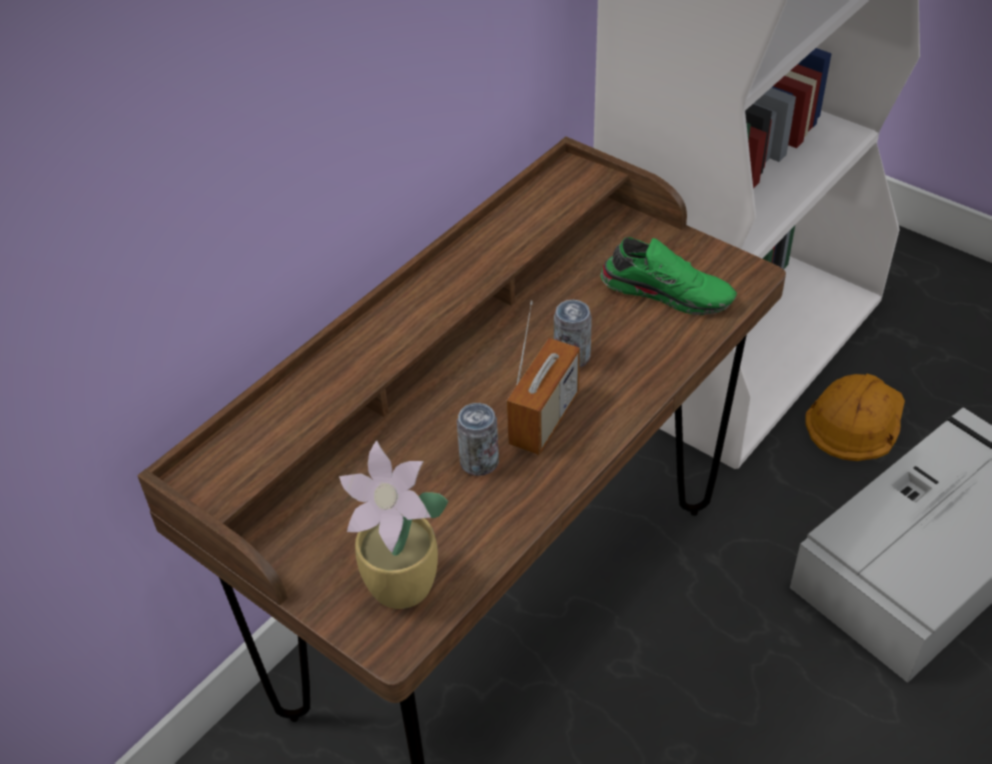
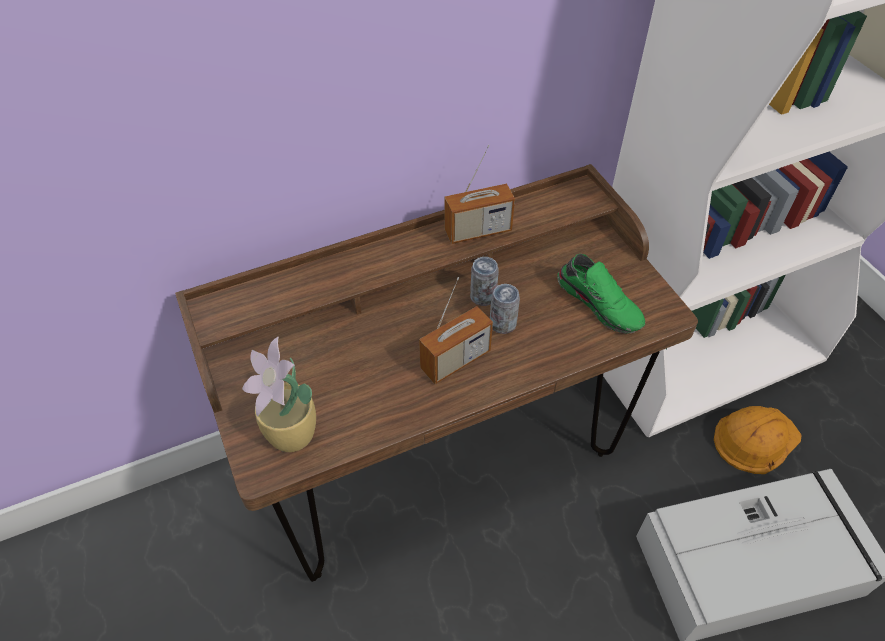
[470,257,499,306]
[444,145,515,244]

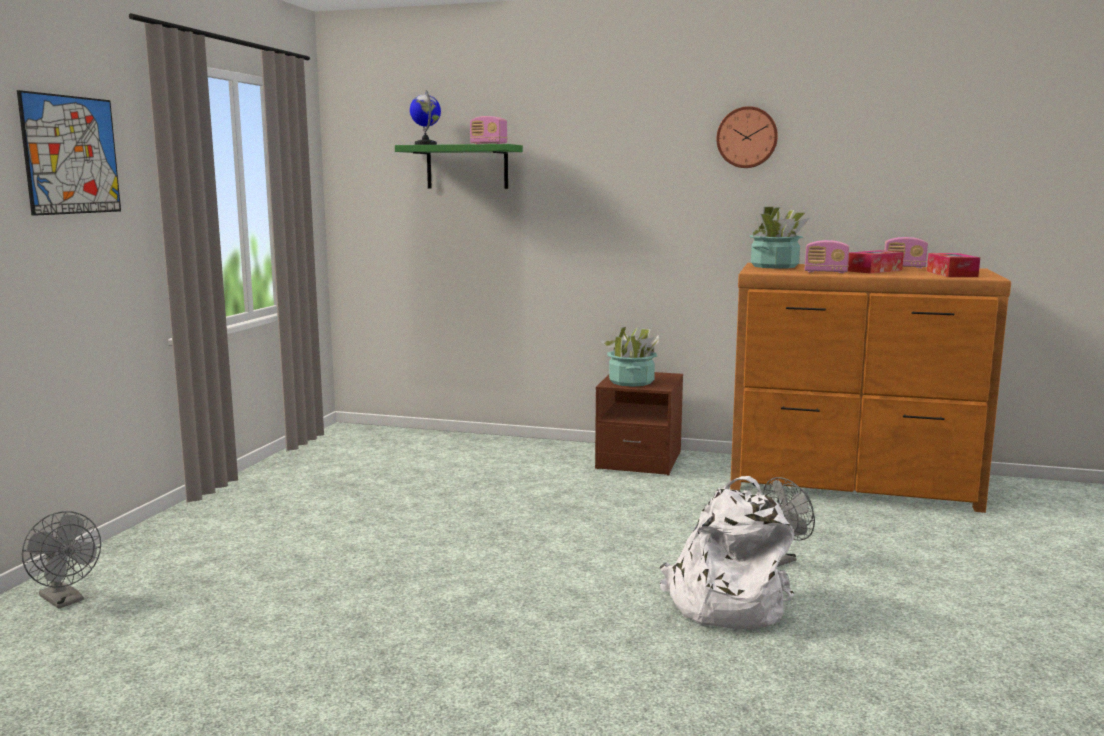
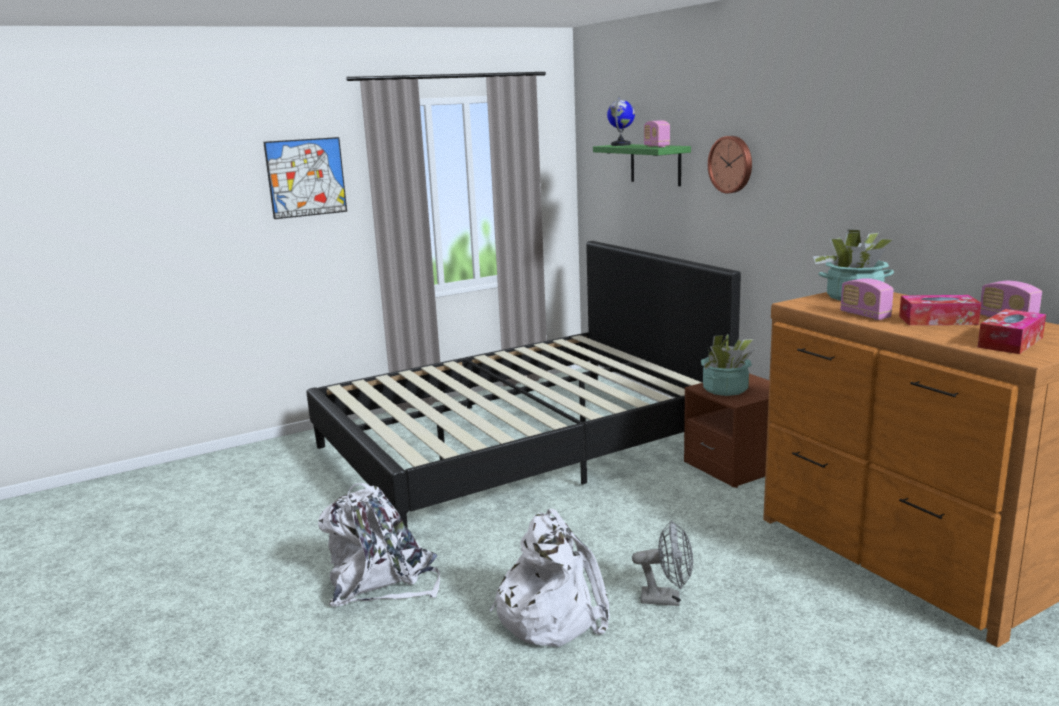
[708,136,752,194]
[22,511,101,609] (first image)
[306,241,741,528]
[318,483,440,607]

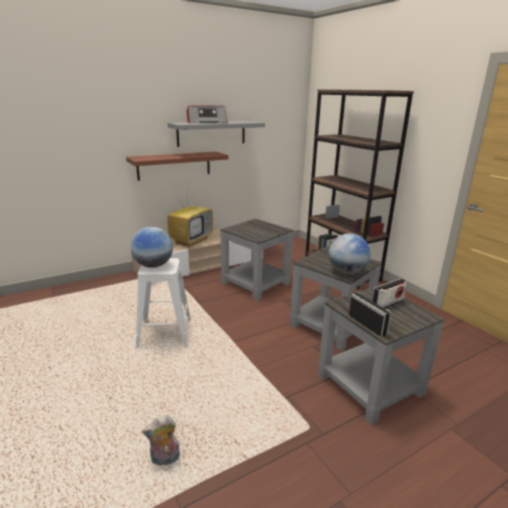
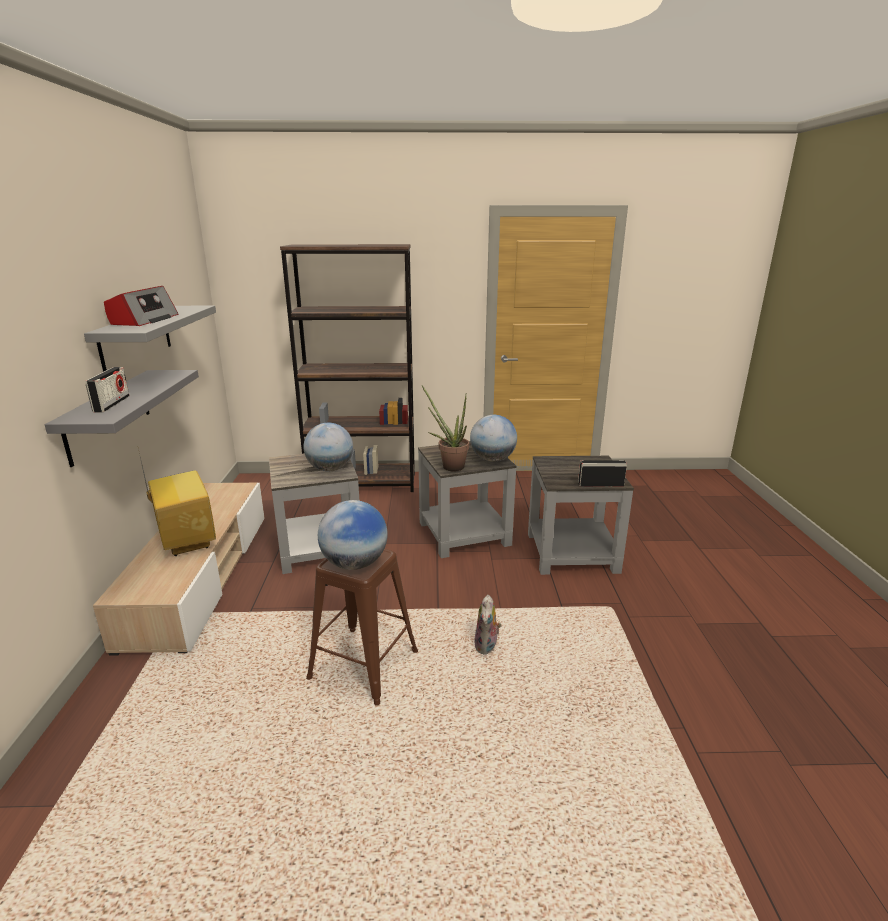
[45,370,199,467]
[306,549,418,706]
[85,367,129,413]
[474,595,502,654]
[422,386,469,472]
[304,423,353,471]

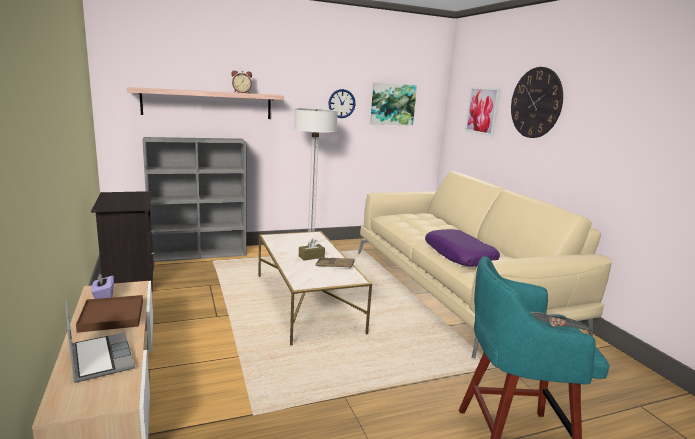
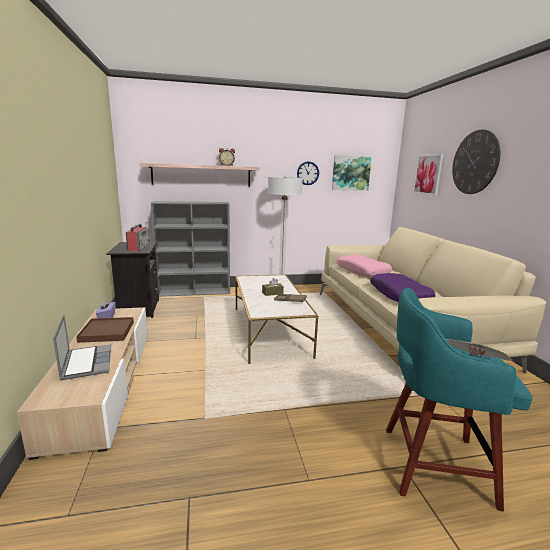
[126,223,150,251]
[336,255,392,277]

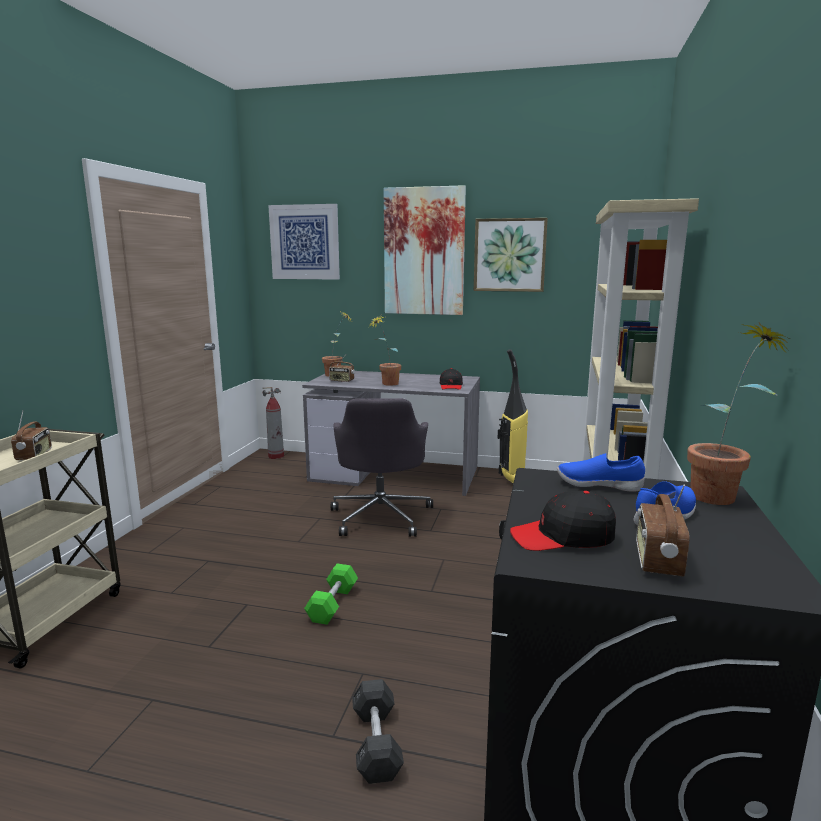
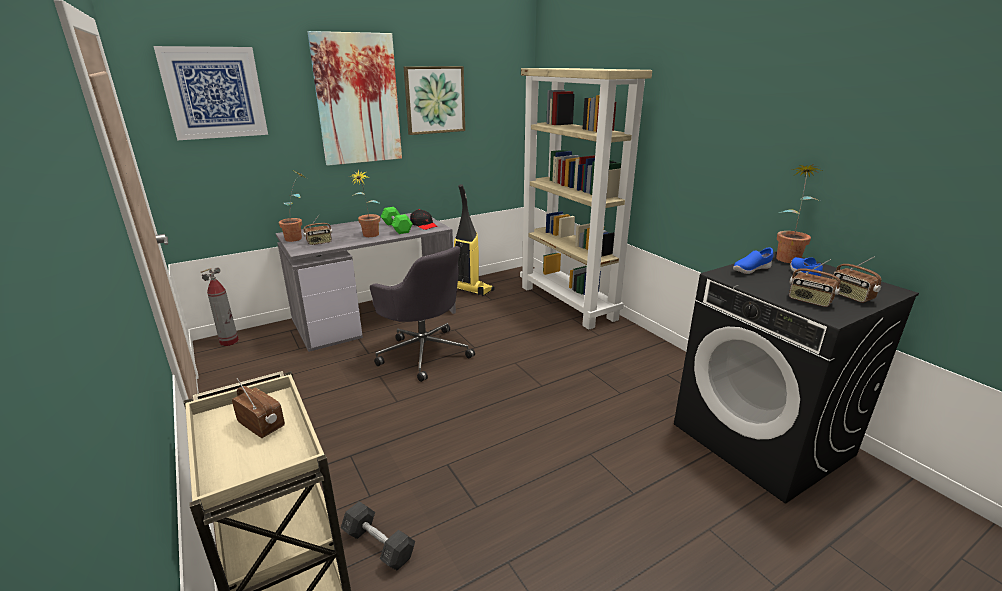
[789,259,841,307]
[381,207,413,234]
[341,501,415,570]

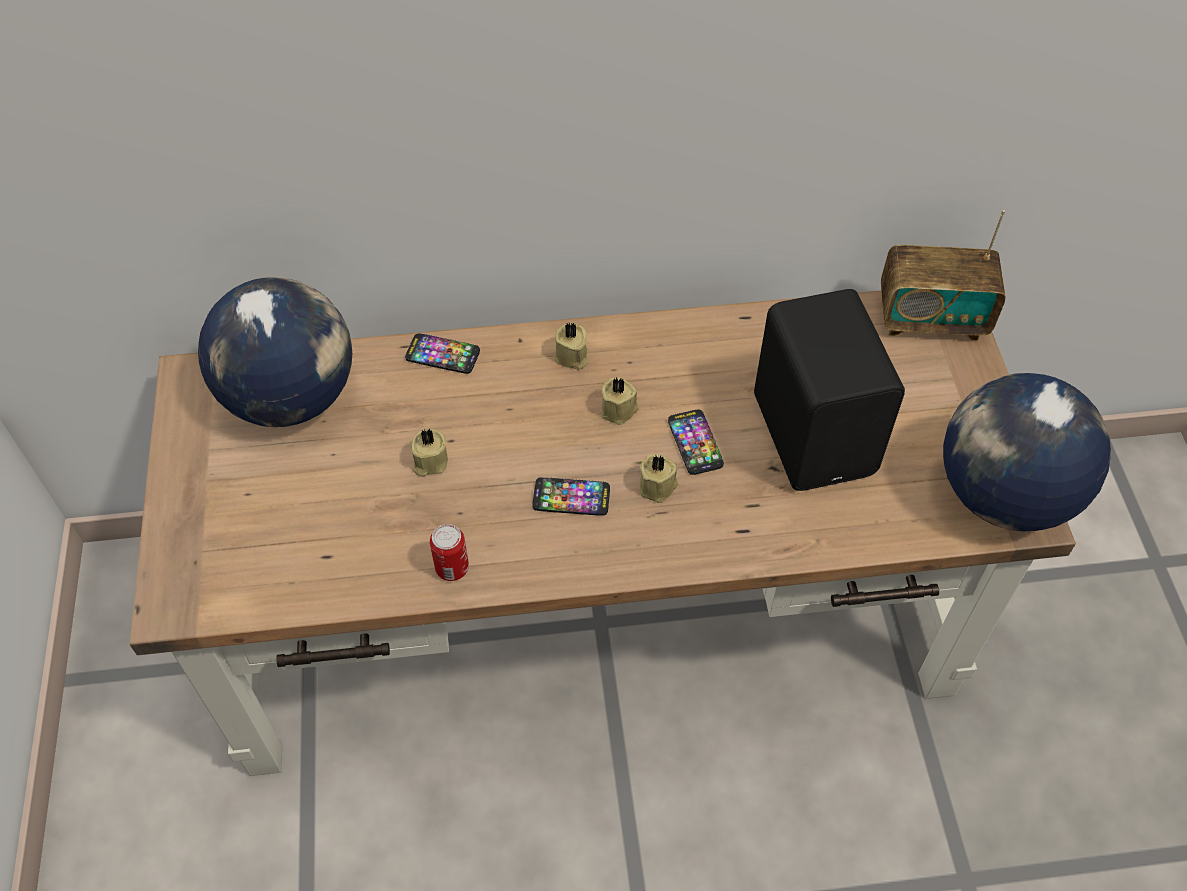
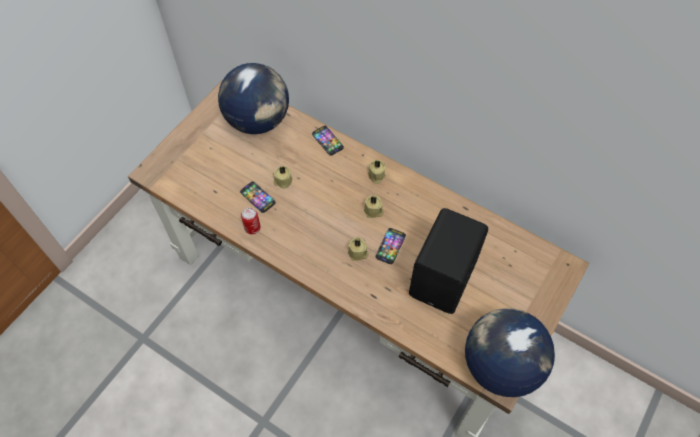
[881,210,1005,340] (first image)
[240,181,276,213]

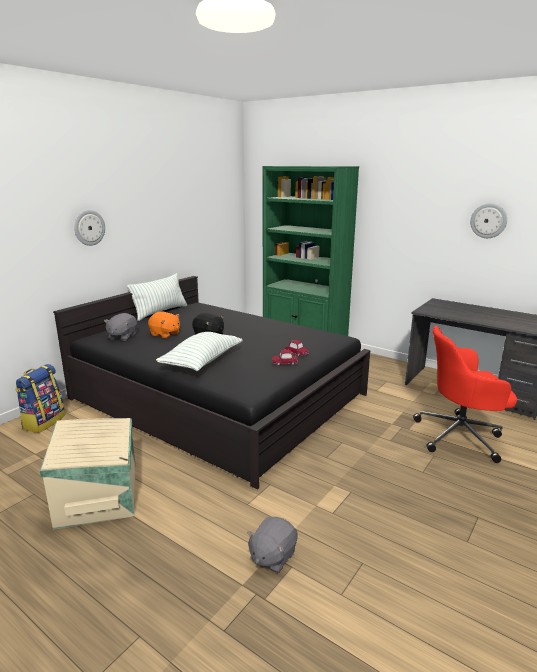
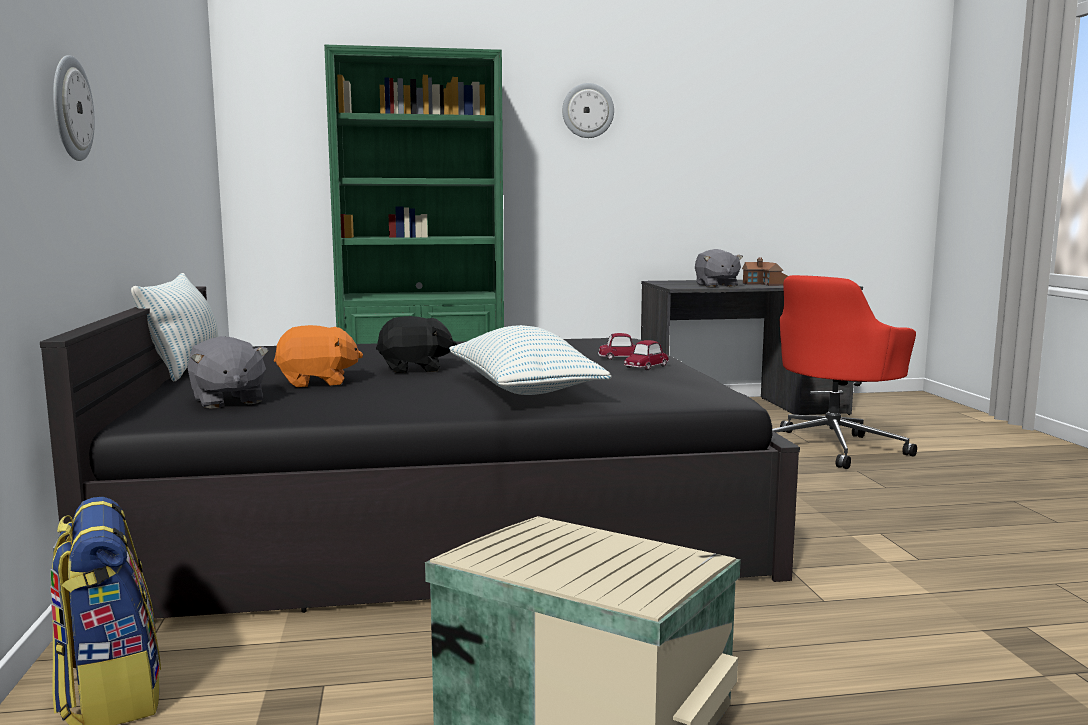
[562,83,614,138]
[695,249,743,287]
[742,257,788,286]

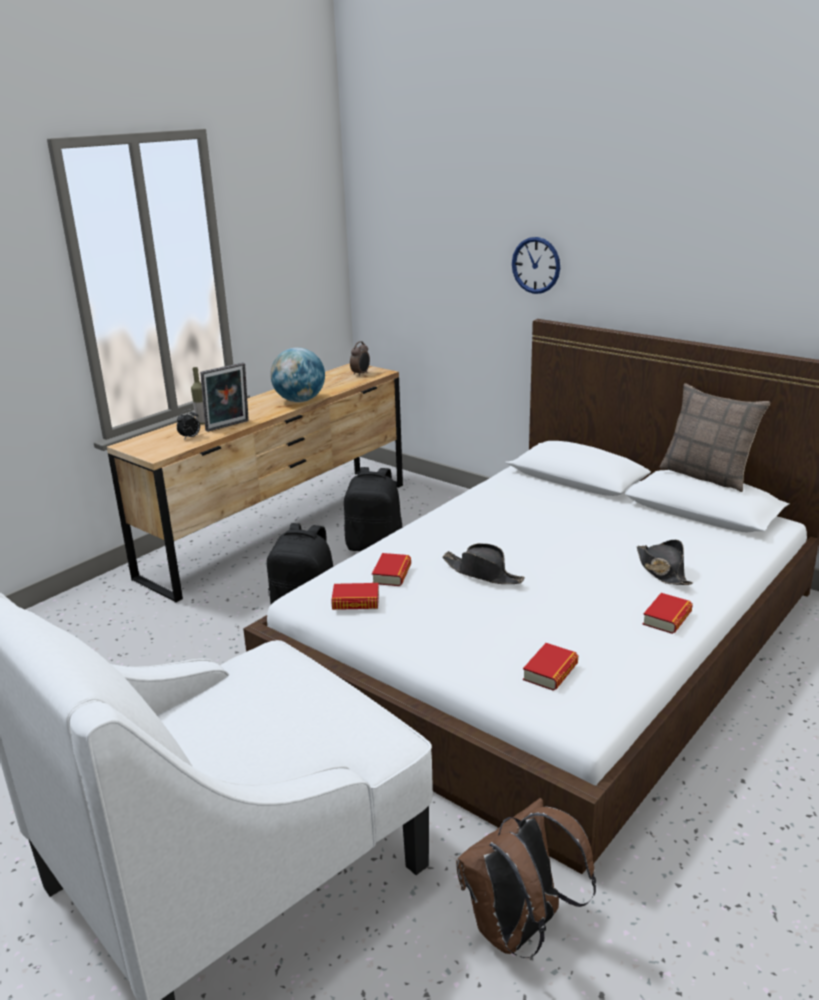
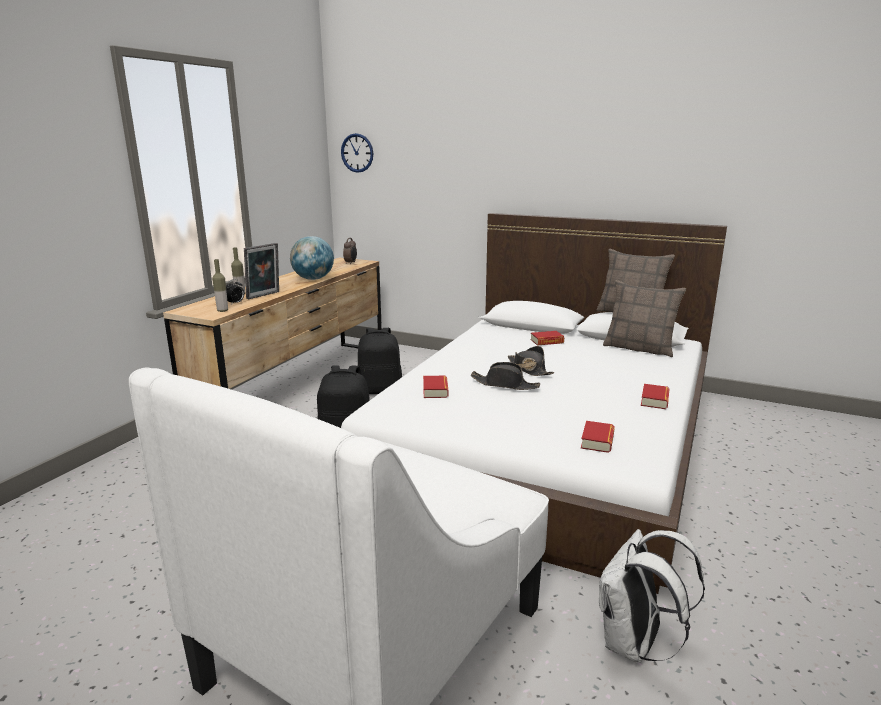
[341,133,373,173]
[508,346,554,376]
[531,331,564,346]
[599,529,705,663]
[212,259,228,312]
[603,280,686,357]

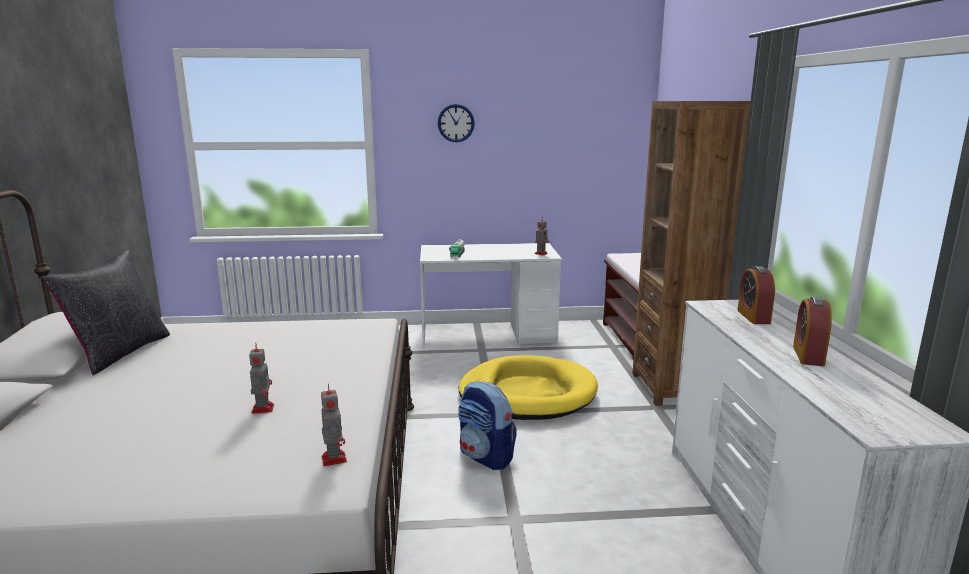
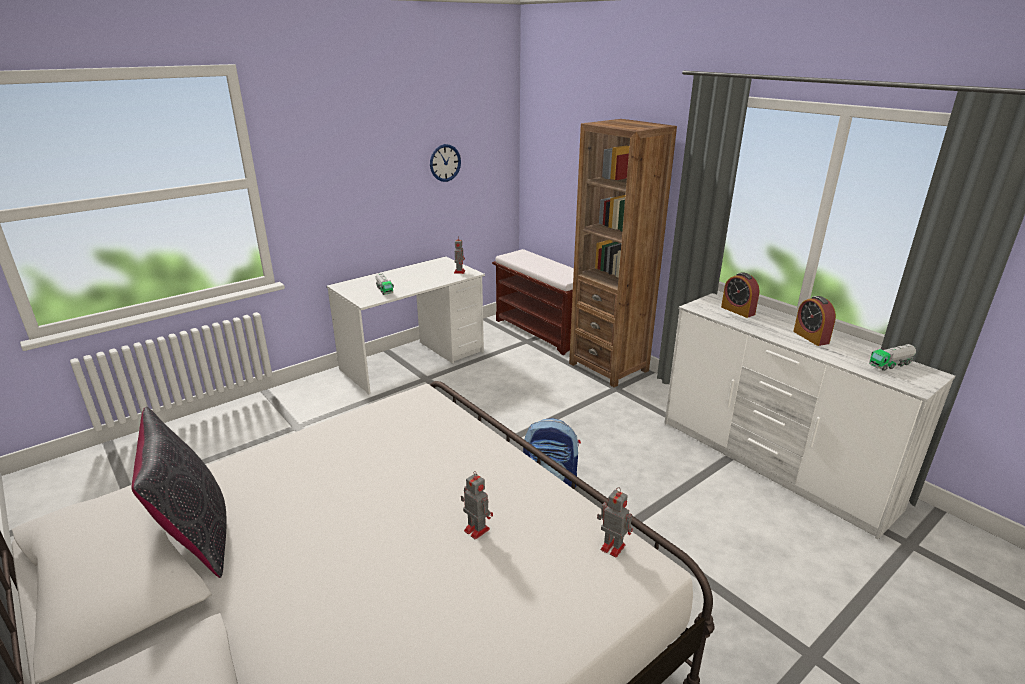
[430,144,461,182]
[459,355,598,420] (first image)
[869,344,916,371]

